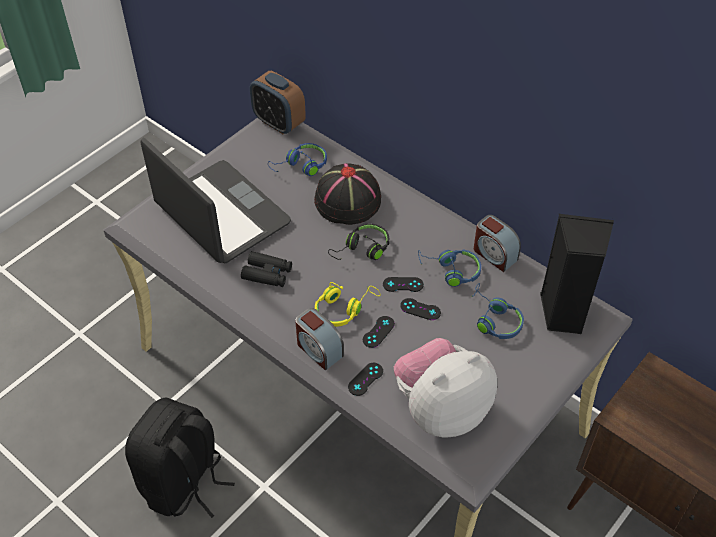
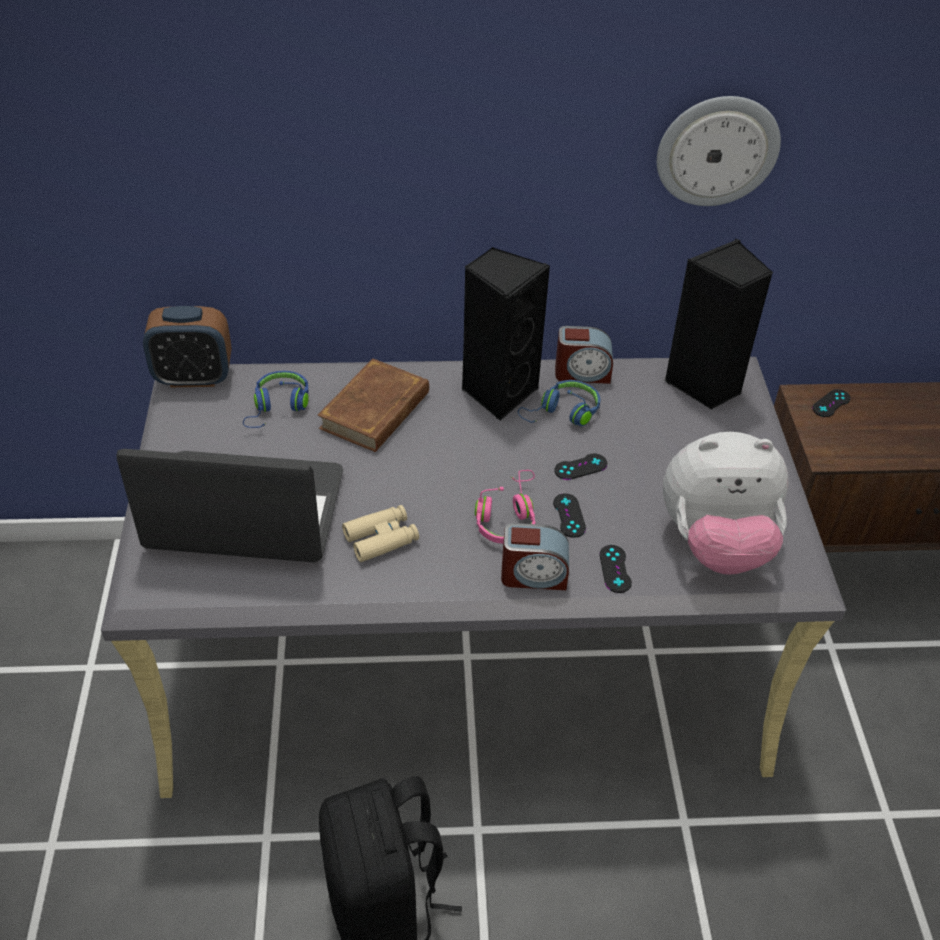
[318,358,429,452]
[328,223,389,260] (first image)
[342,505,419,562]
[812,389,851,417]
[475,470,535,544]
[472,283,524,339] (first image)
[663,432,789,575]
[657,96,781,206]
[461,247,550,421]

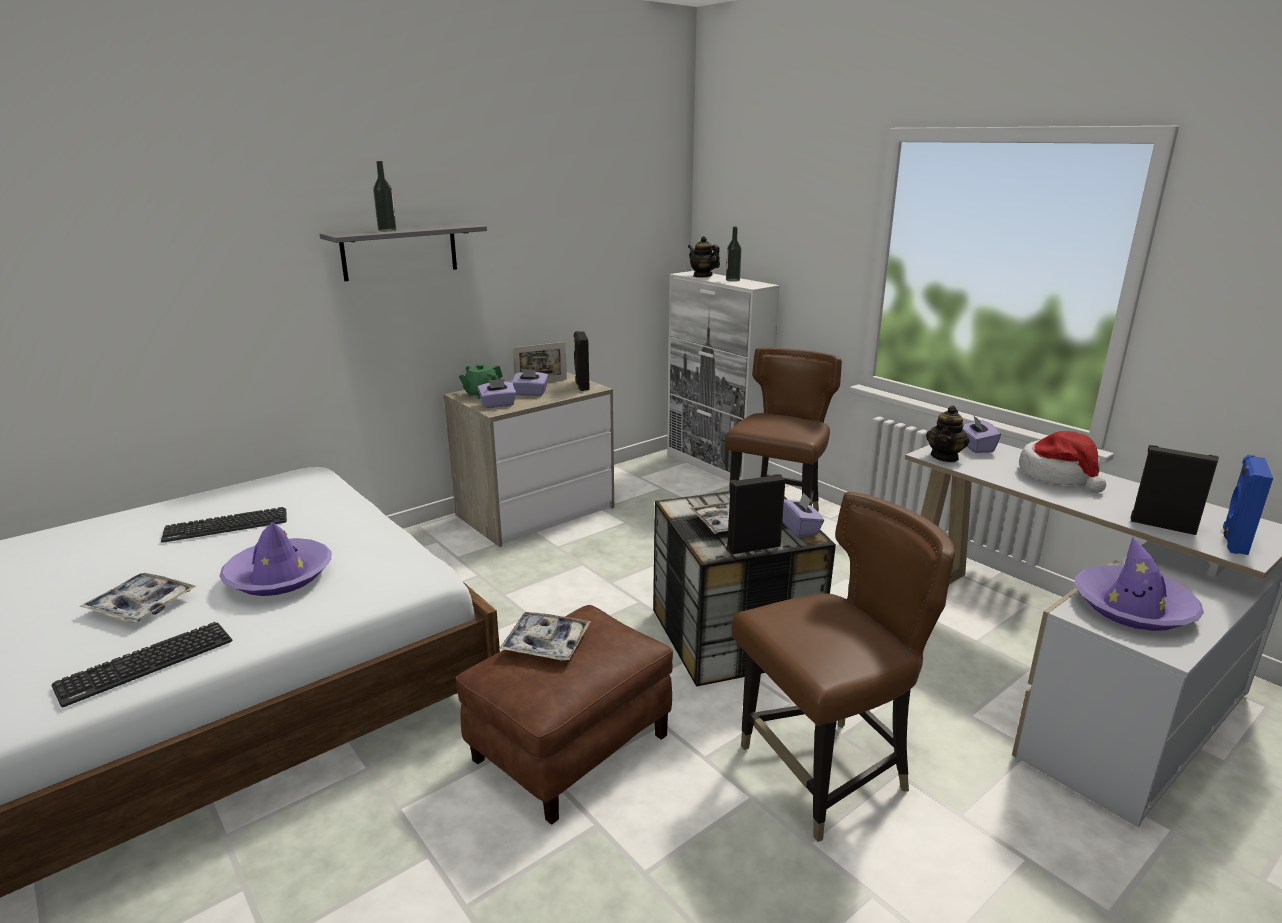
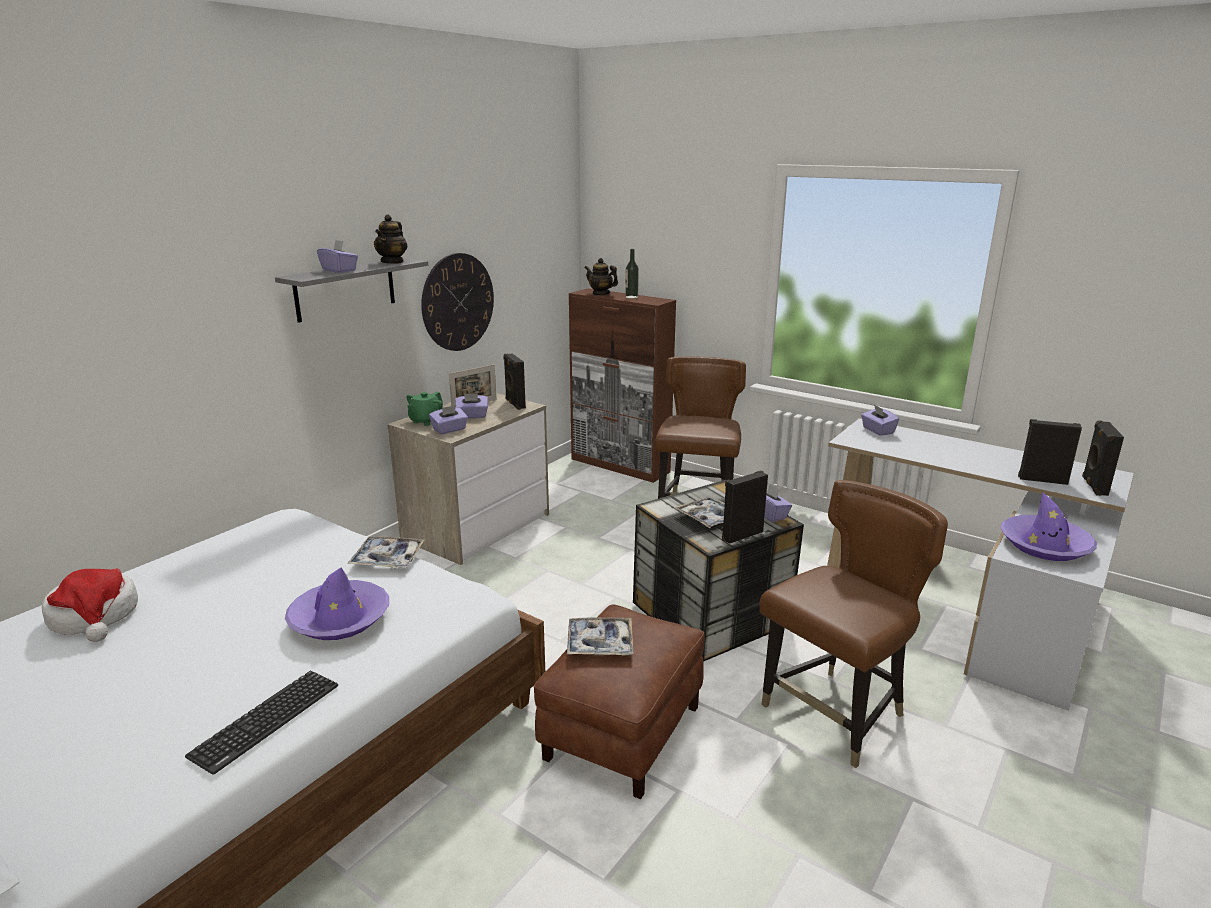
[317,240,358,273]
[569,288,676,483]
[374,214,408,264]
[42,568,138,642]
[1082,420,1124,496]
[161,507,287,543] (first image)
[347,537,424,568]
[421,253,494,351]

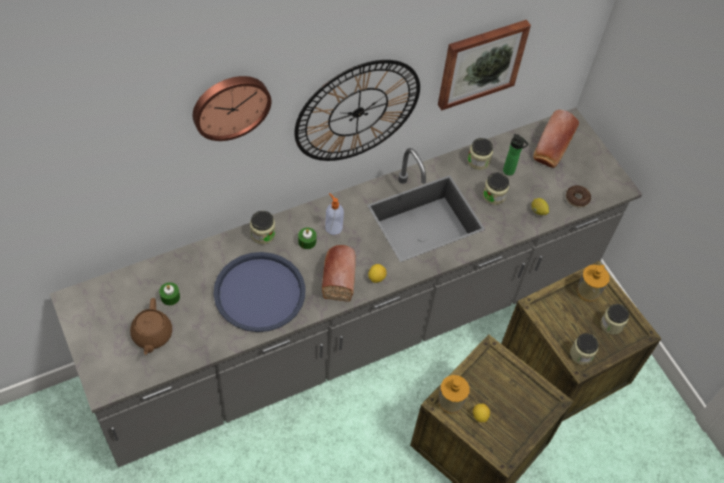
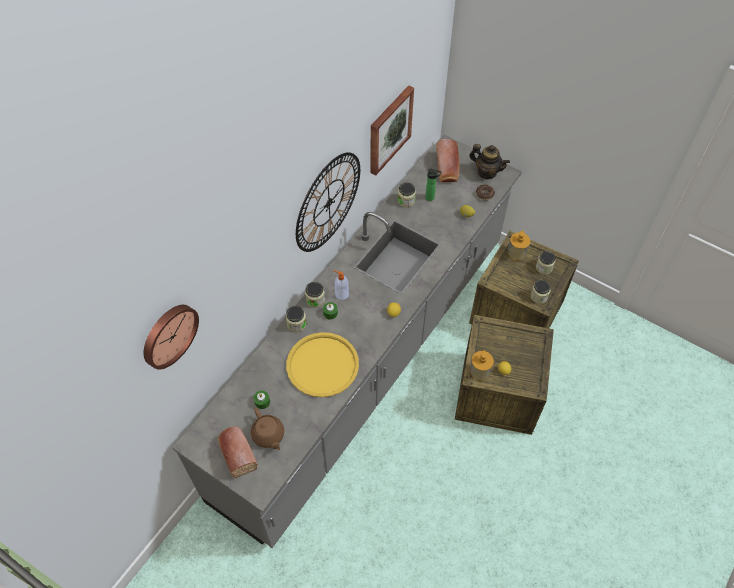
[143,305,199,370]
[305,282,325,308]
[218,427,257,478]
[286,332,359,397]
[469,144,510,179]

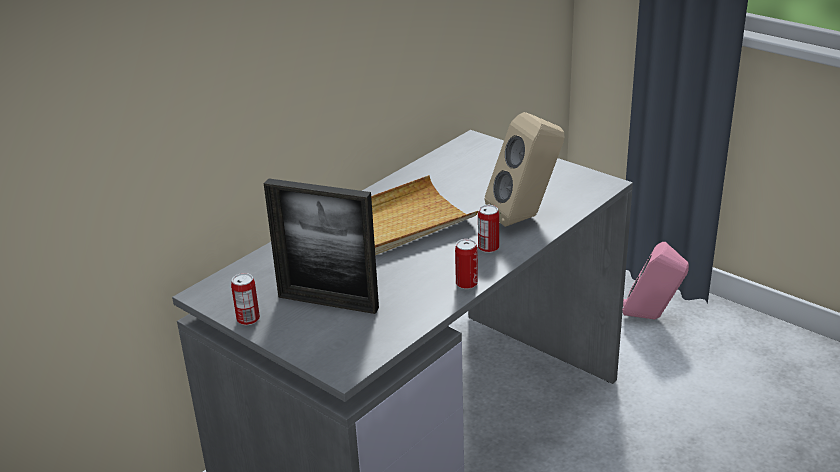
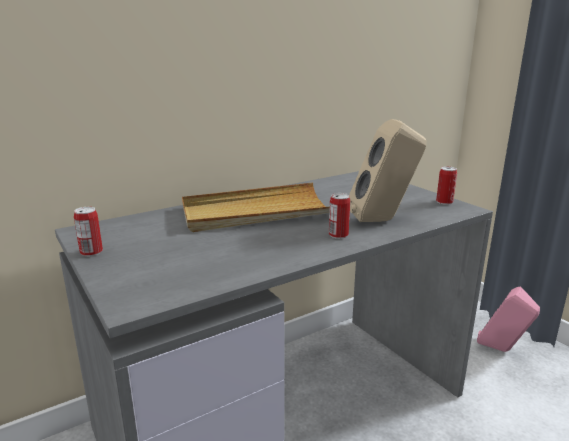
[264,178,379,314] (first image)
[436,166,457,205]

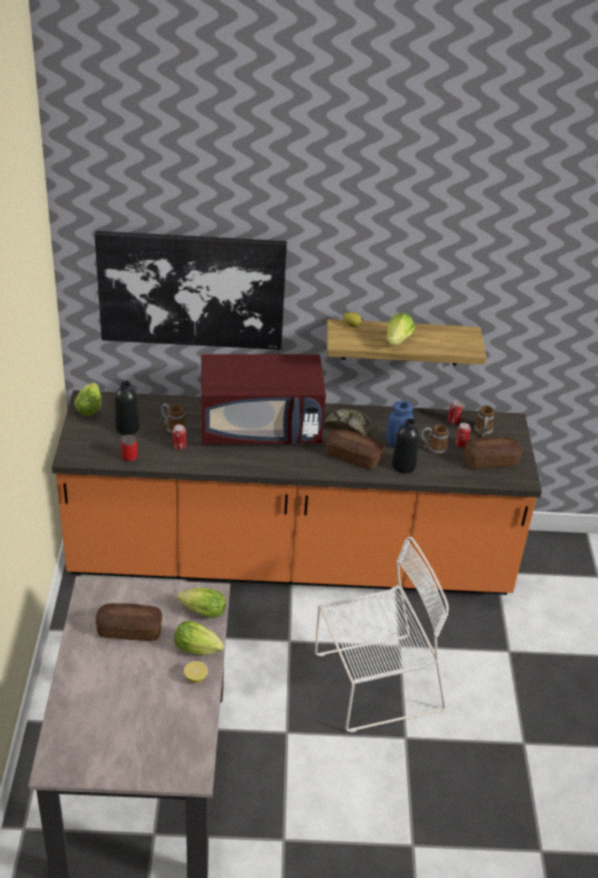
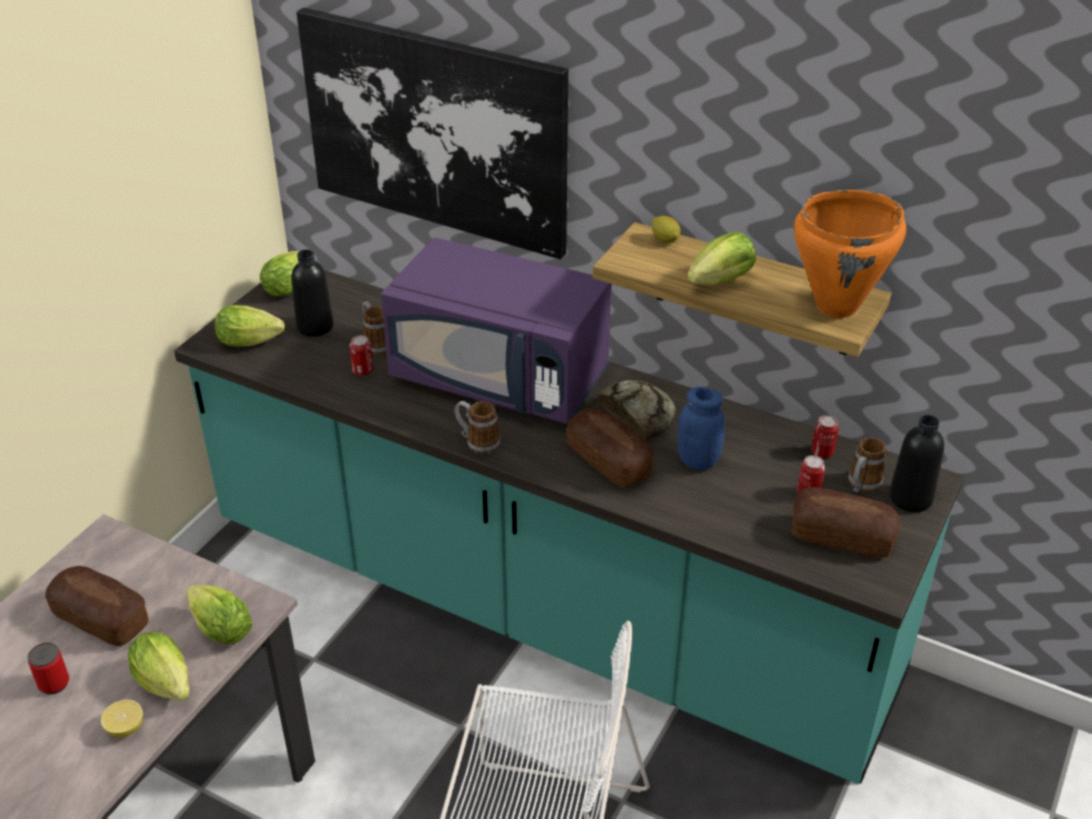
[381,238,611,424]
[174,270,964,784]
[889,415,944,512]
[455,401,500,454]
[28,642,69,695]
[794,190,906,318]
[215,305,285,347]

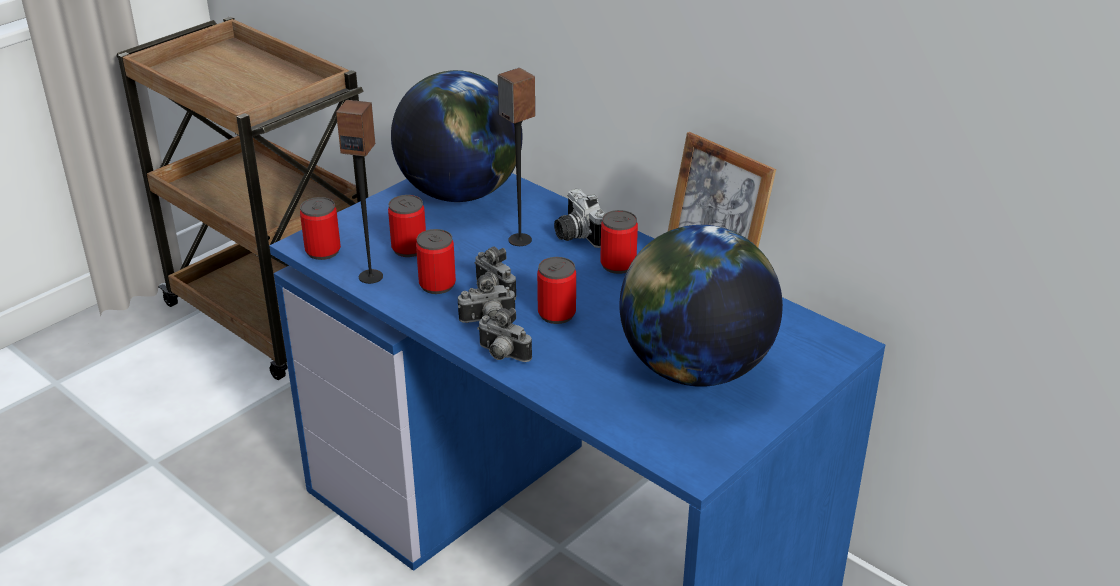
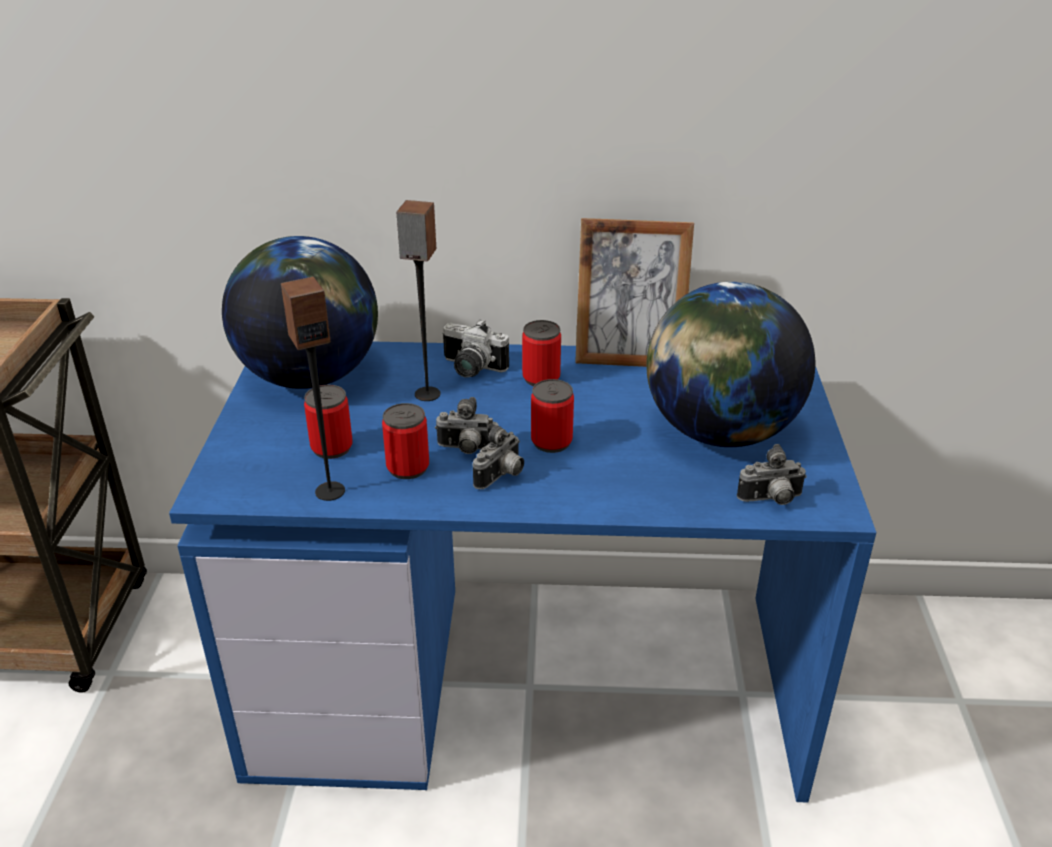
[300,197,341,260] (first image)
[737,444,807,505]

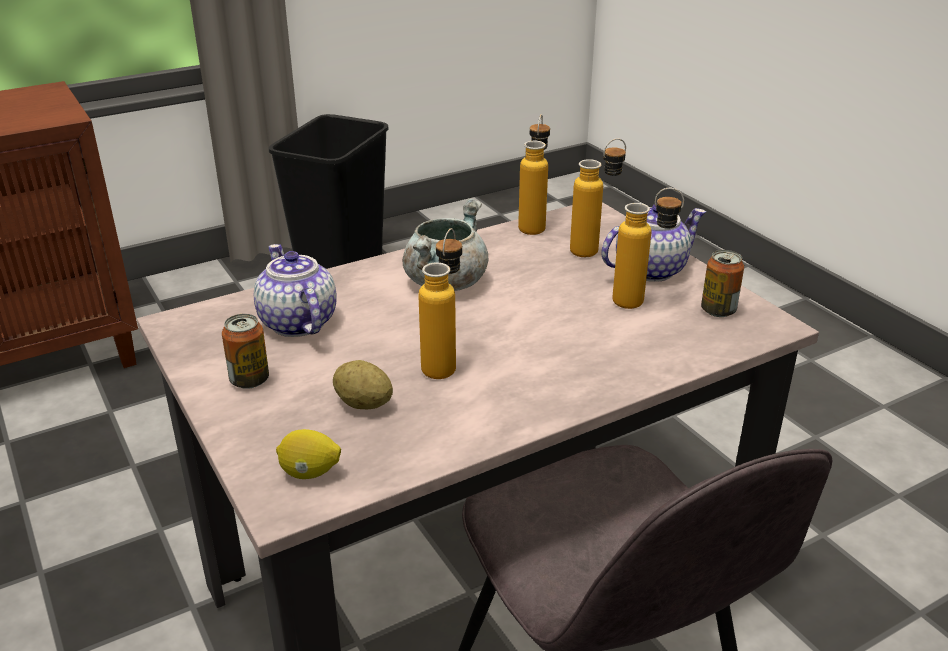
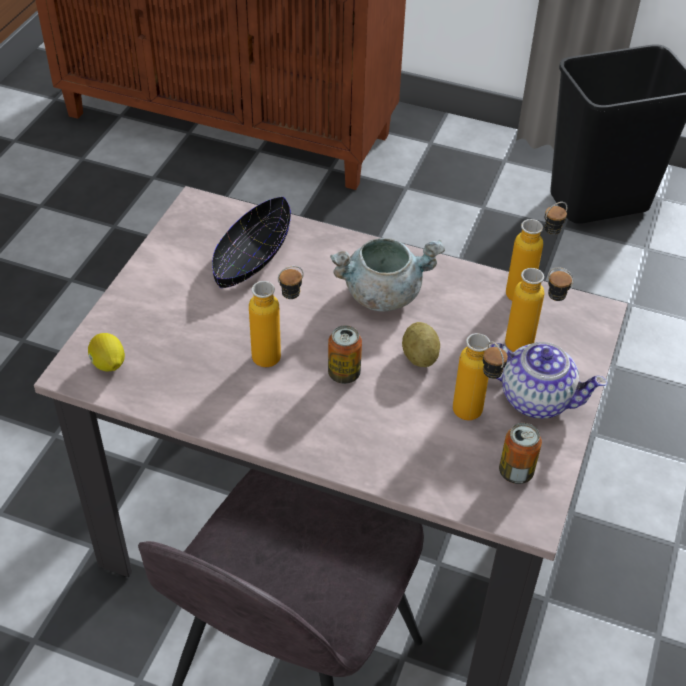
[212,197,291,288]
[328,325,362,384]
[402,322,440,367]

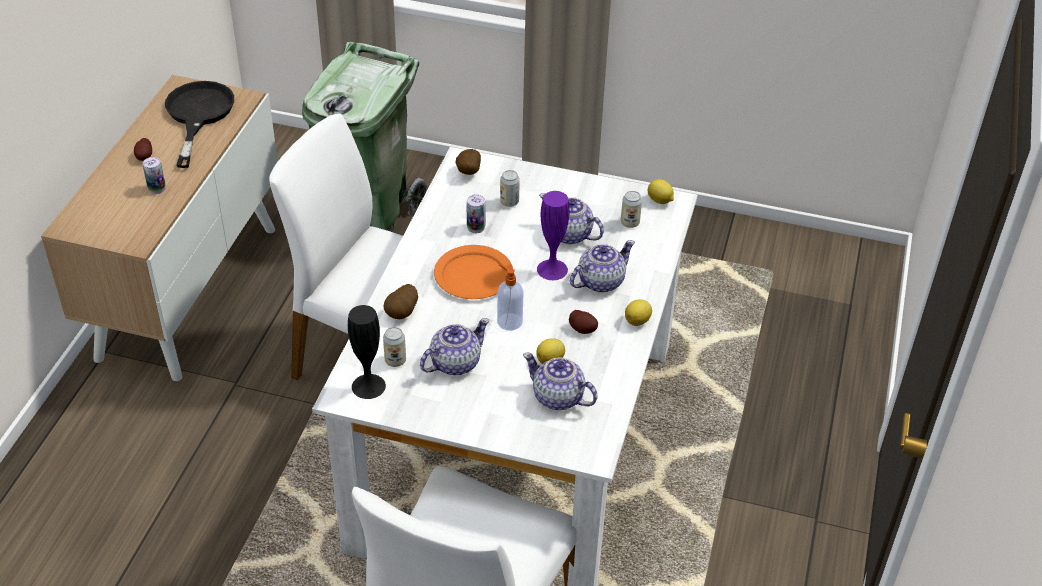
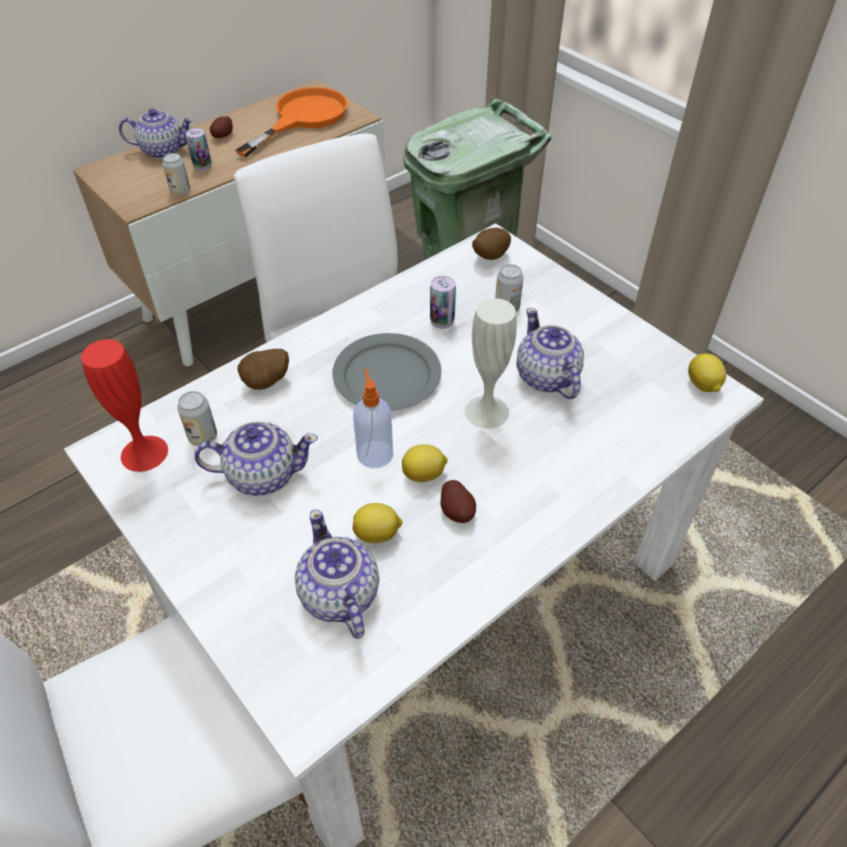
[235,87,348,157]
[465,298,517,429]
[162,153,190,196]
[119,108,194,159]
[332,333,441,411]
[402,444,448,482]
[81,339,168,472]

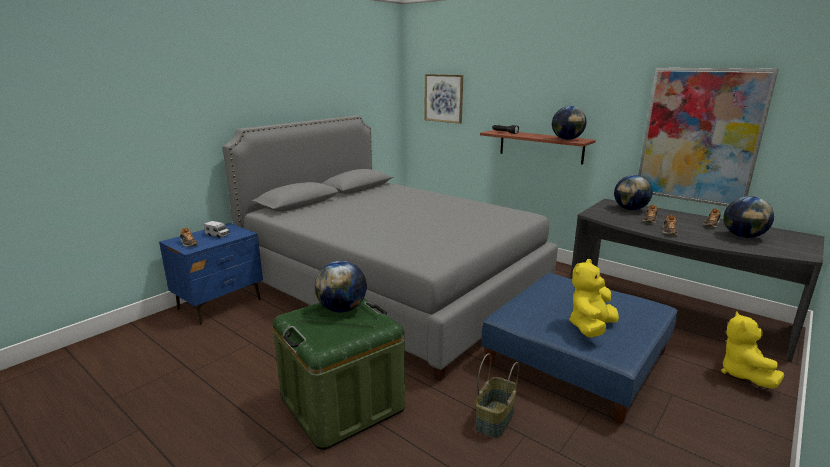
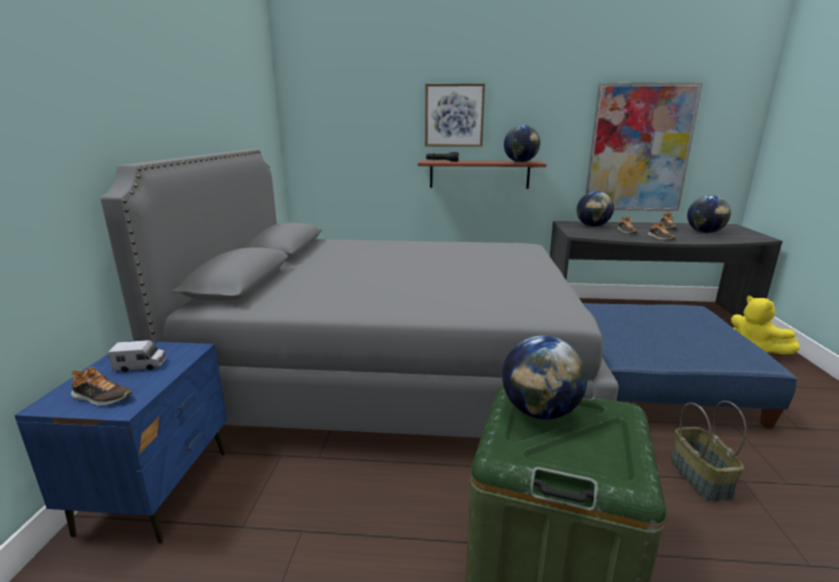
[425,83,485,147]
[569,259,619,338] (first image)

